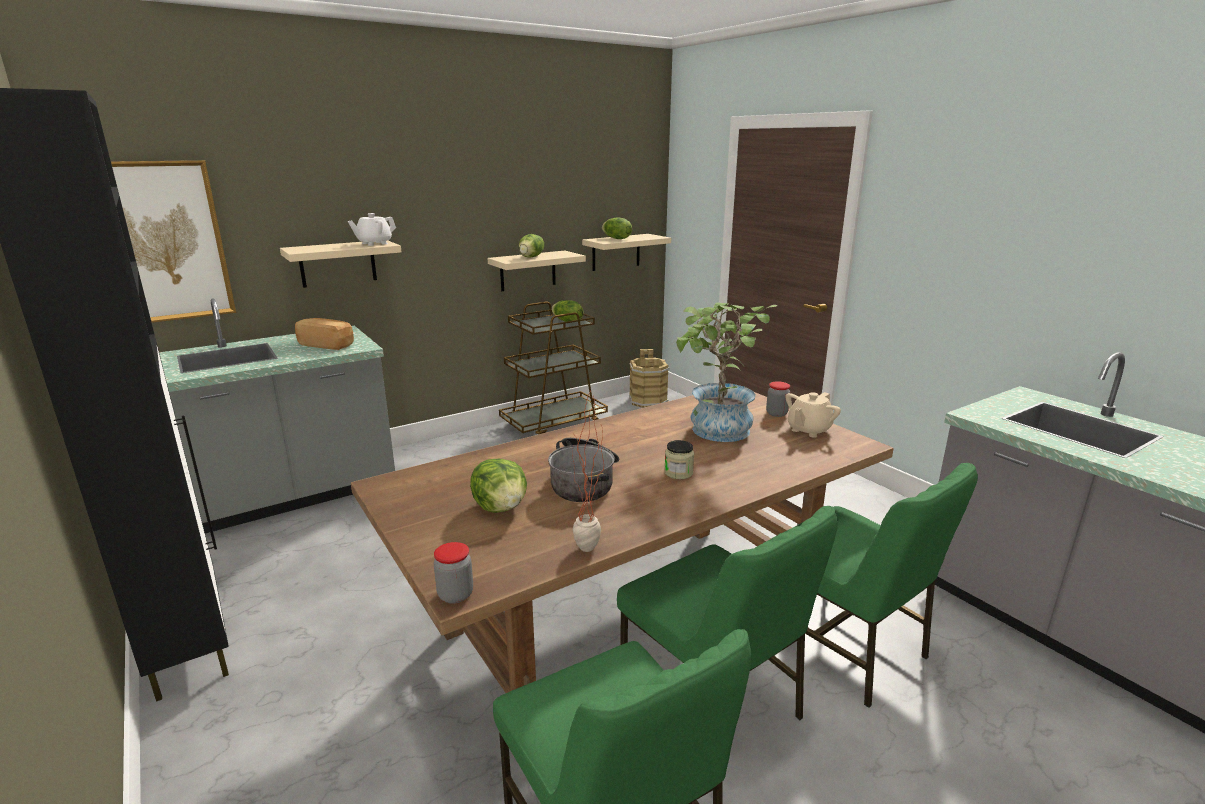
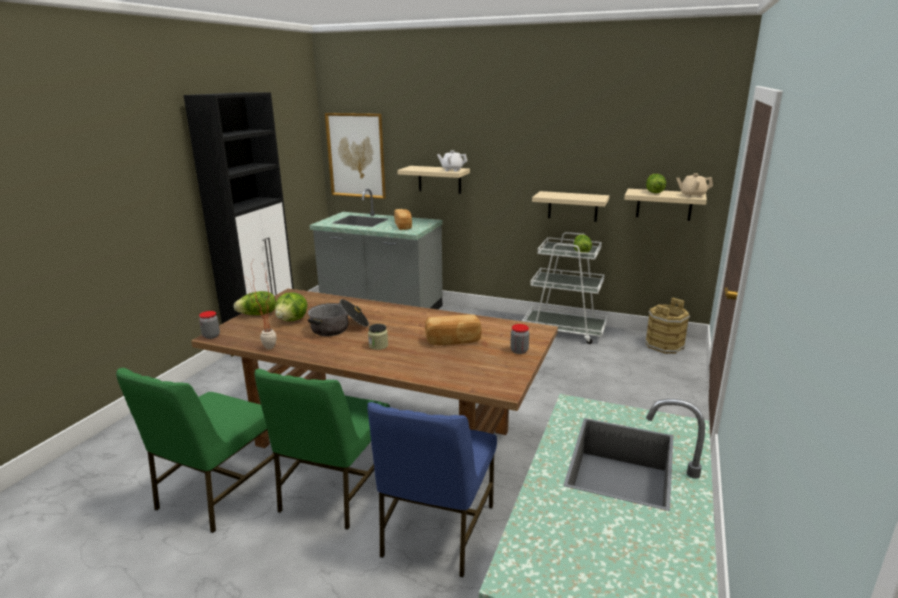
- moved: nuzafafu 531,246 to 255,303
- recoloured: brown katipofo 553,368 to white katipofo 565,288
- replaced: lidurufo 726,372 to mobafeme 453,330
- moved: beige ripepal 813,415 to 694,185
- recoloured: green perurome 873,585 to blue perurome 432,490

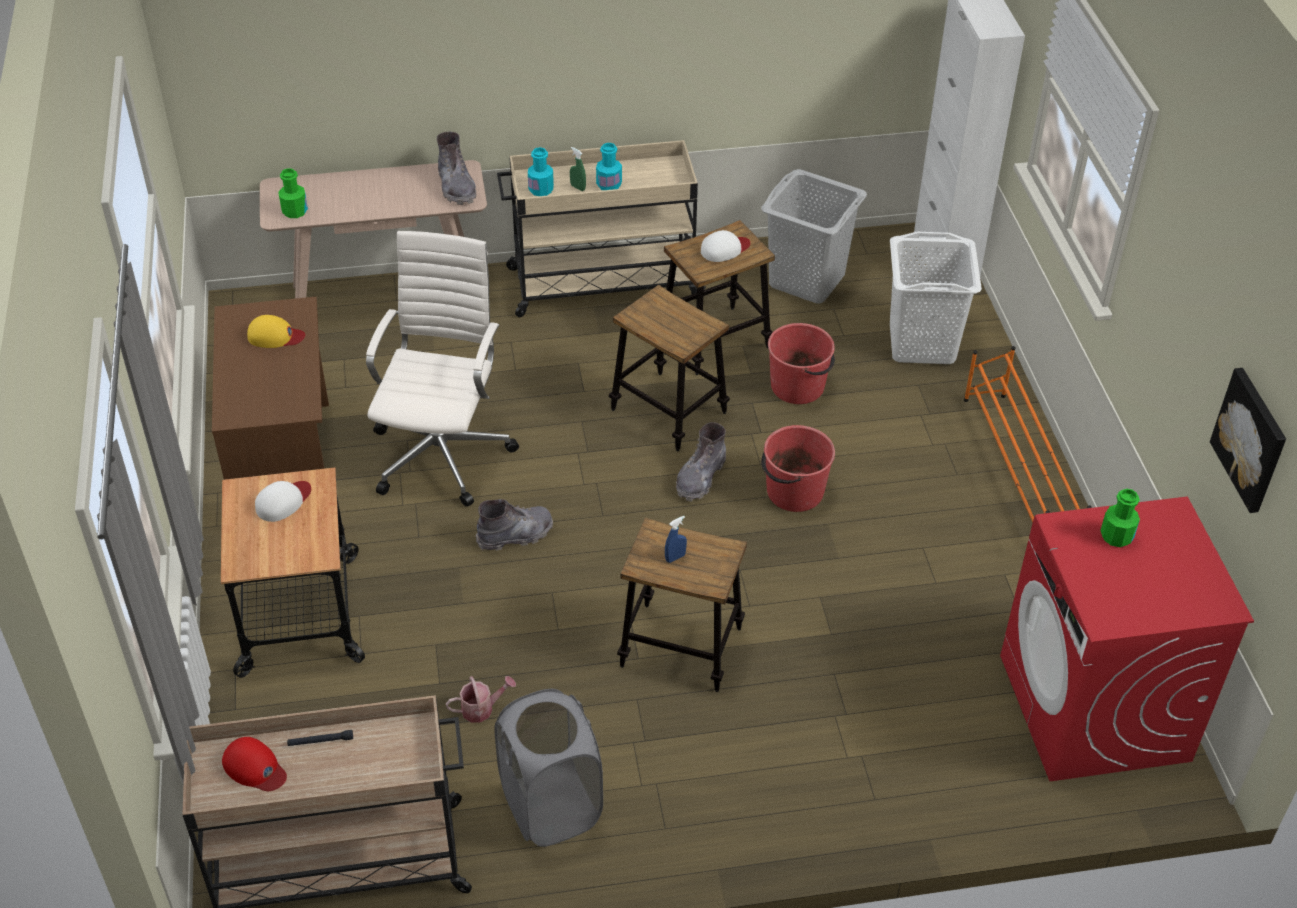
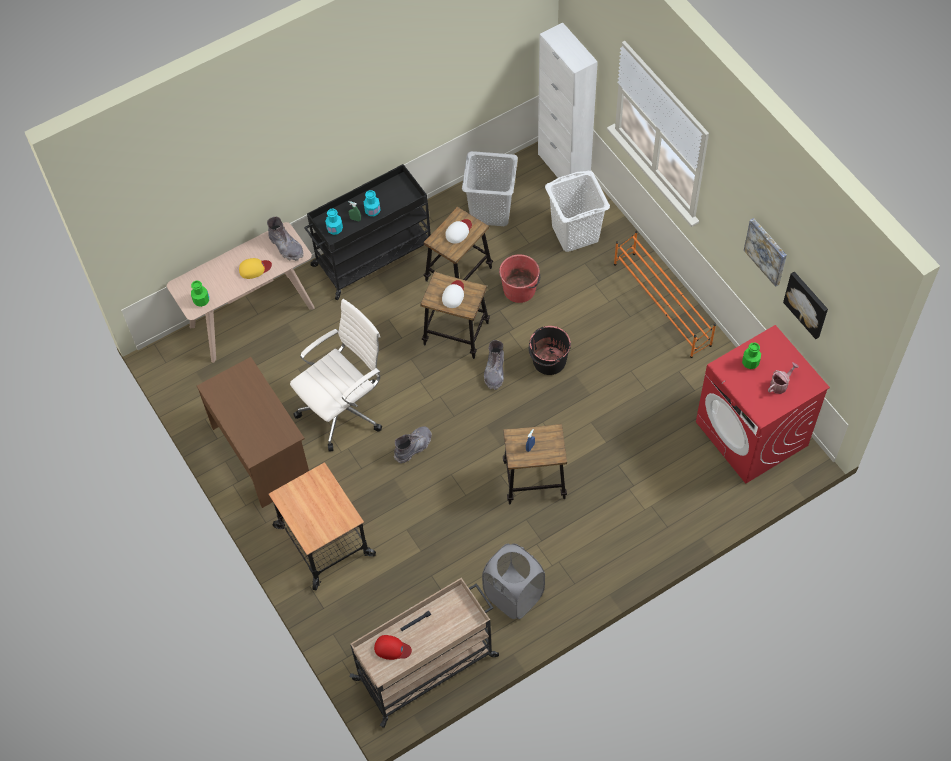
- recoloured: beige katipofo 601,228 to black katipofo 367,232
- turned: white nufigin 442,369 = 336,375 60 degrees clockwise
- moved: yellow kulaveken 276,331 to 255,268
- recoloured: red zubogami 798,468 to black zubogami 550,350
- moved: white kulaveken 283,501 to 453,294
- moved: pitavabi 481,699 to 783,378
- added: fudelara 765,252

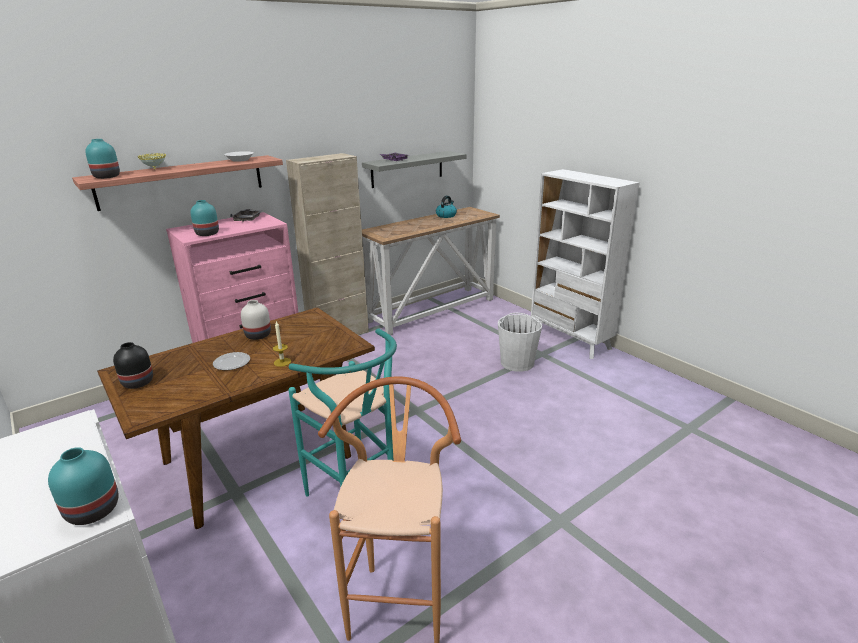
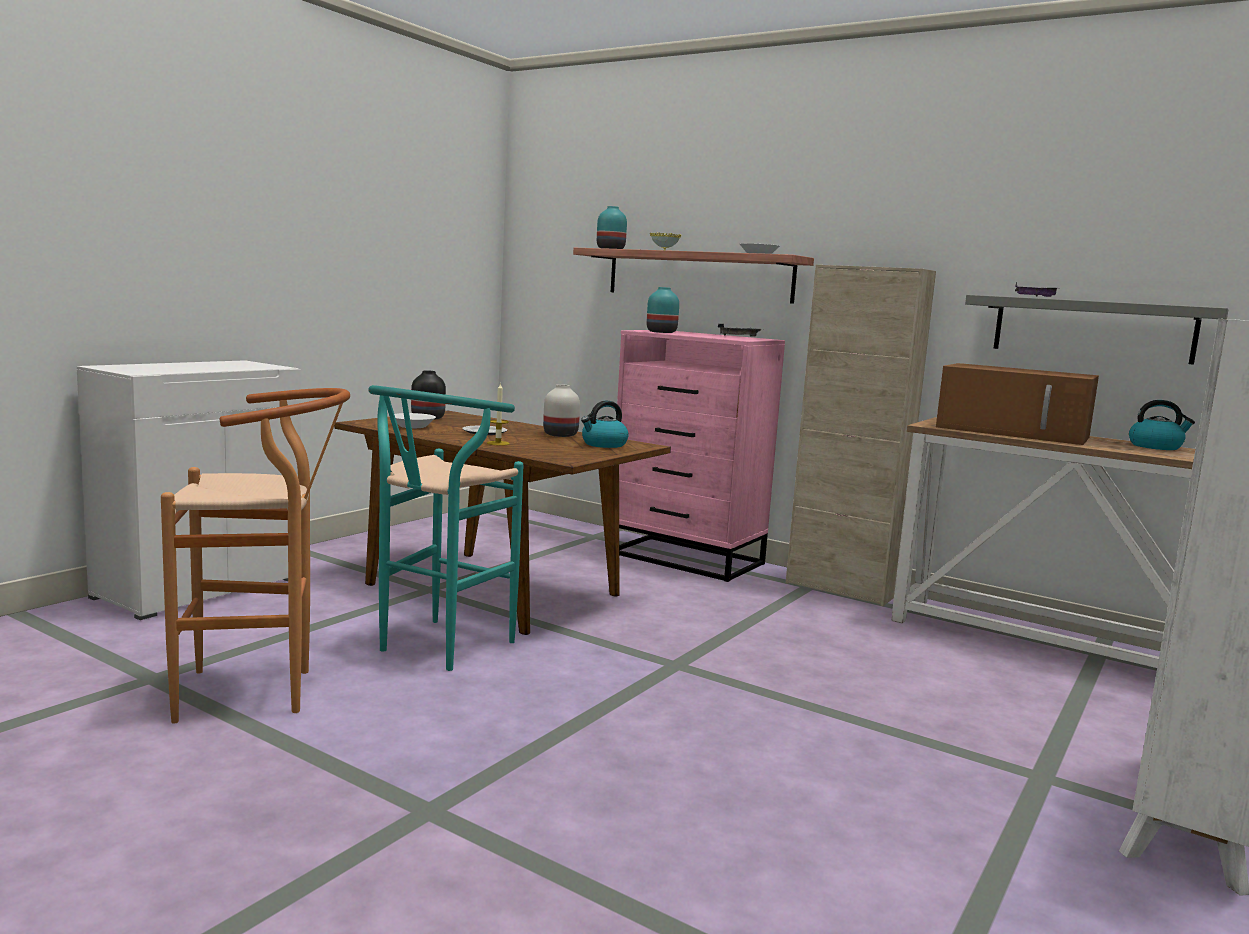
- removed: white zubogami 520,342
- removed: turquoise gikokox 83,486
- added: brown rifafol 1017,404
- added: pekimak 605,424
- added: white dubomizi 415,420

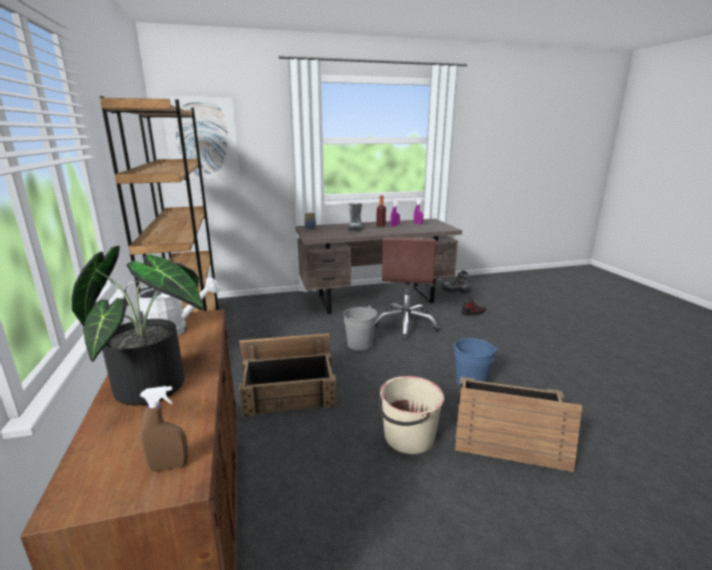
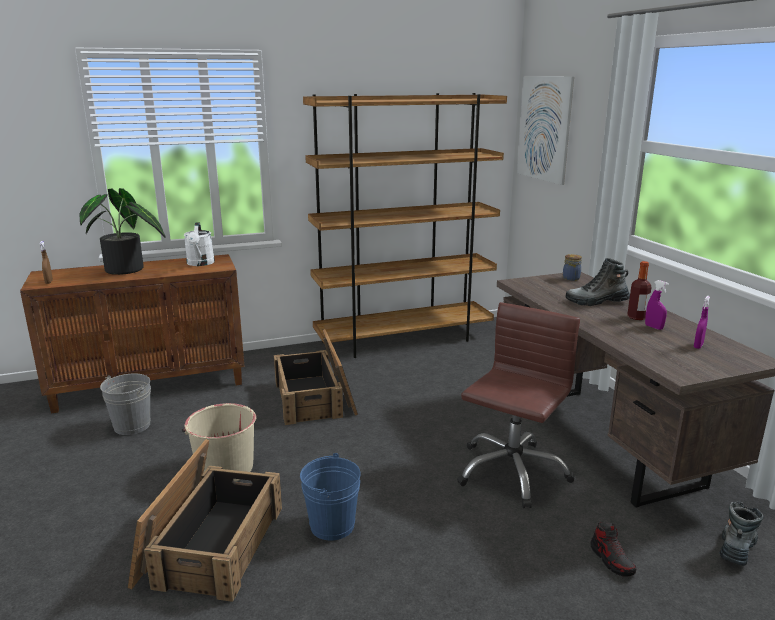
- turned: brown nufigin 407,288 = 518,405 120 degrees clockwise
- moved: grey zubogami 360,328 to 125,404

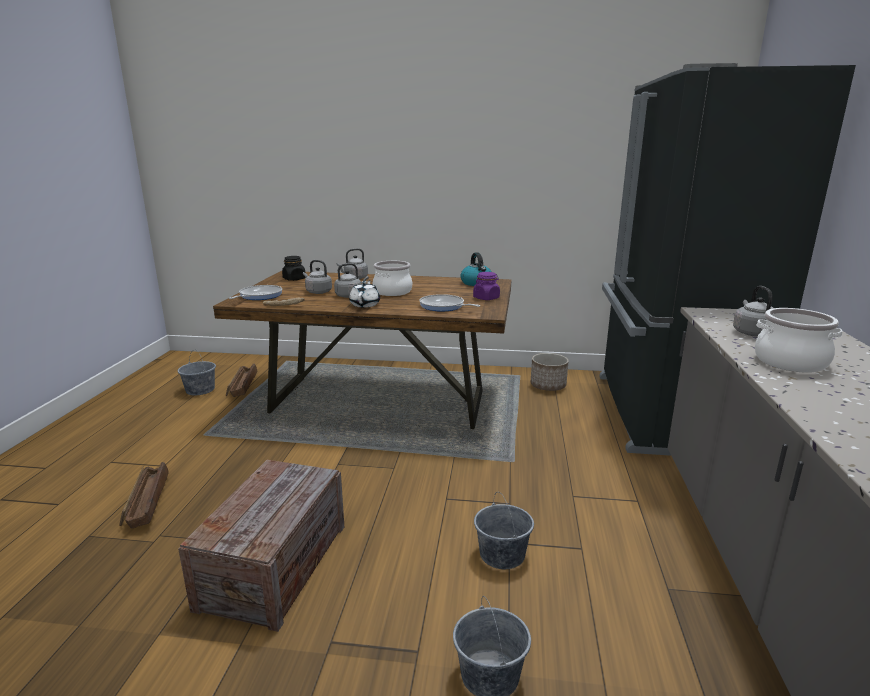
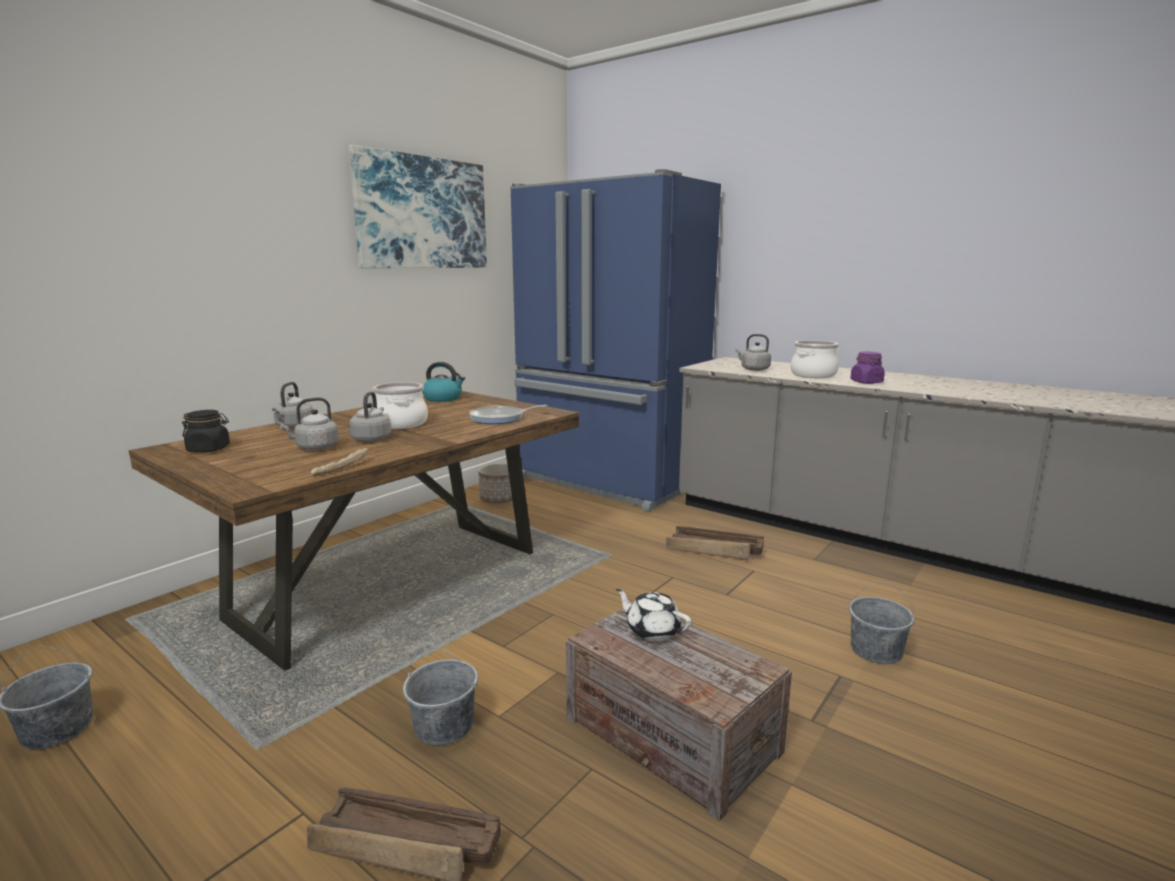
- recoloured: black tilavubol 727,259 to blue tilavubol 615,340
- moved: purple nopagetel 486,286 to 867,368
- moved: white ripepal 364,294 to 653,615
- removed: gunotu 255,292
- moved: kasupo 241,380 to 715,543
- moved: grey zubogami 504,530 to 440,697
- added: fudelara 417,206

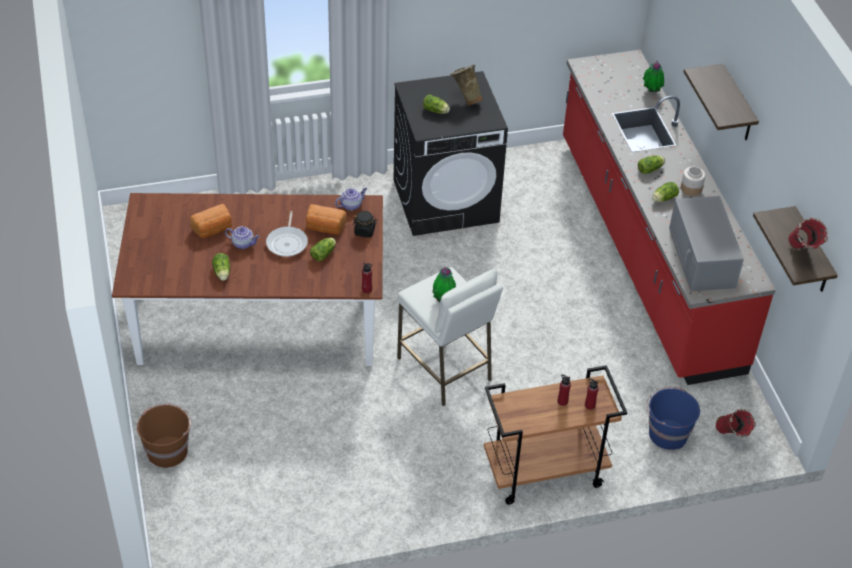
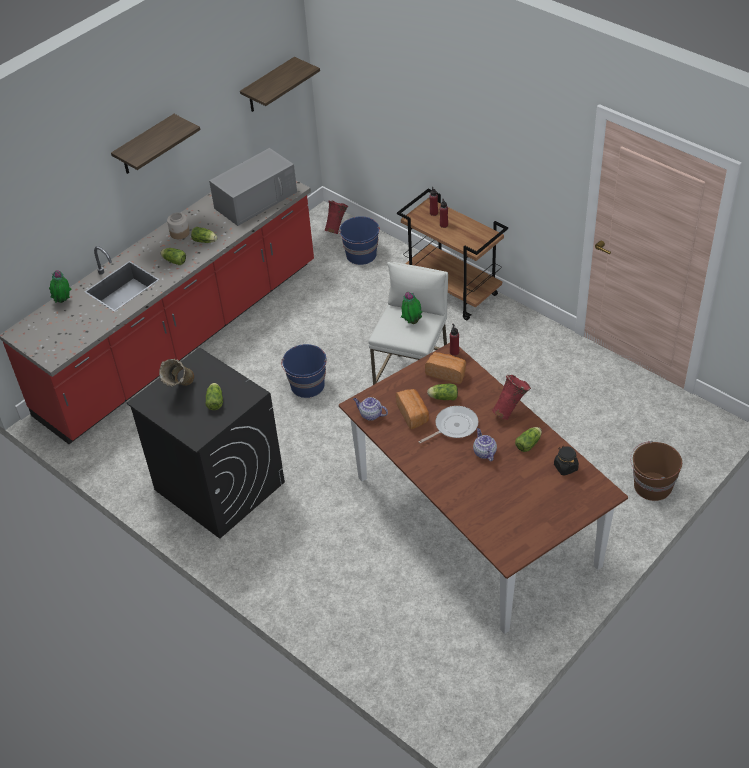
- moved: mobafeme 211,221 to 445,368
- moved: black nopagetel 365,224 to 566,461
- moved: red gikokox 808,233 to 511,397
- added: blue zubogami 304,371

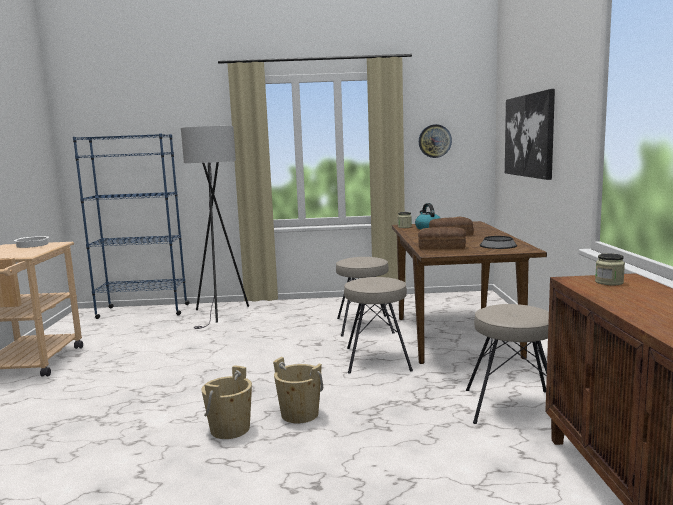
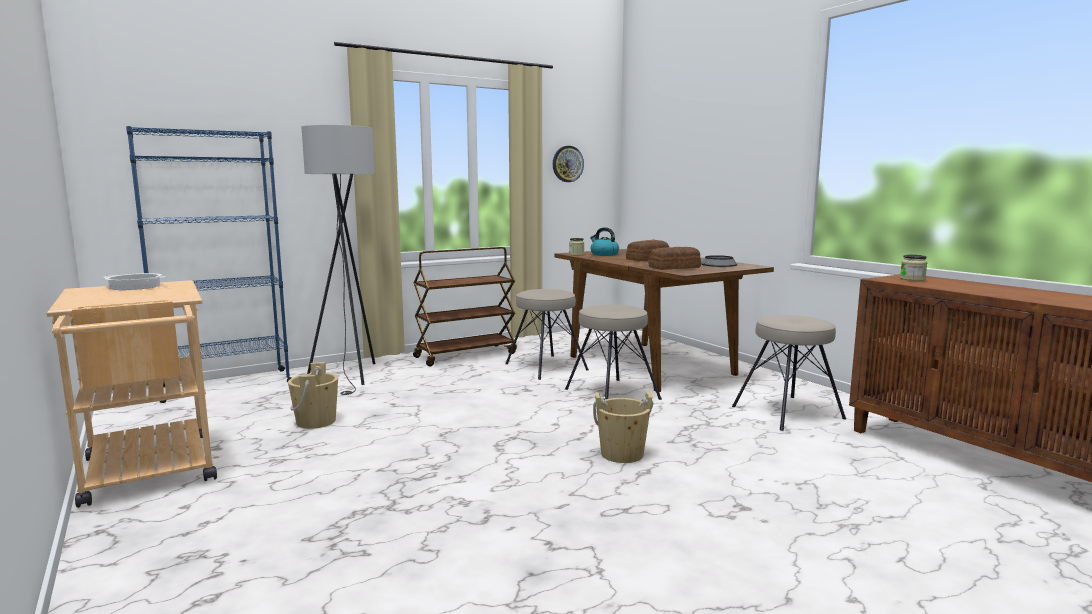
- removed: fudelara 530,134
- moved: beige zubogami 226,402 to 313,395
- added: brown katipofo 465,306

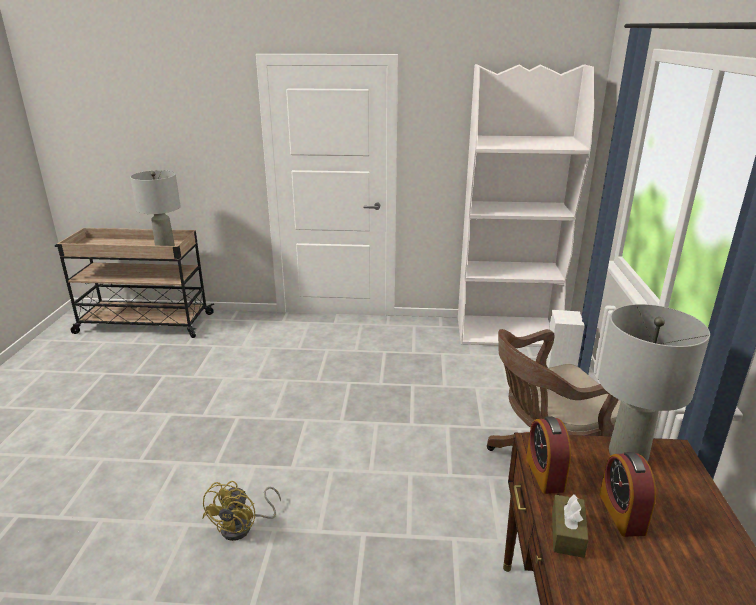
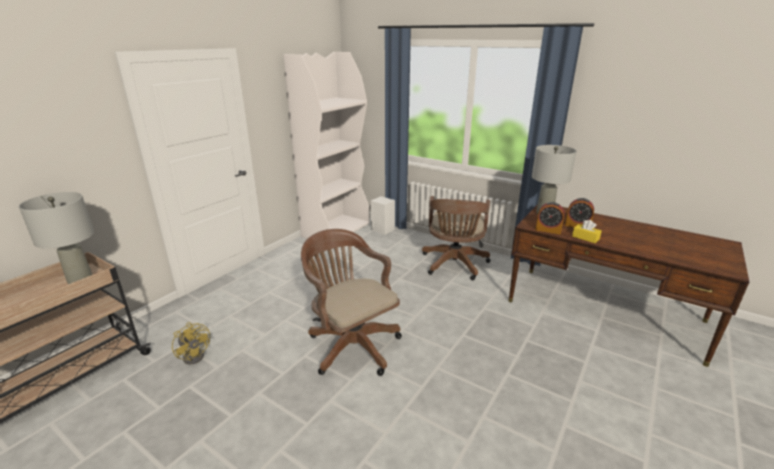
- moved: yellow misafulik 241,511 to 191,343
- recoloured: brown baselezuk 570,526 to yellow baselezuk 587,231
- added: brown nufigin 351,302

